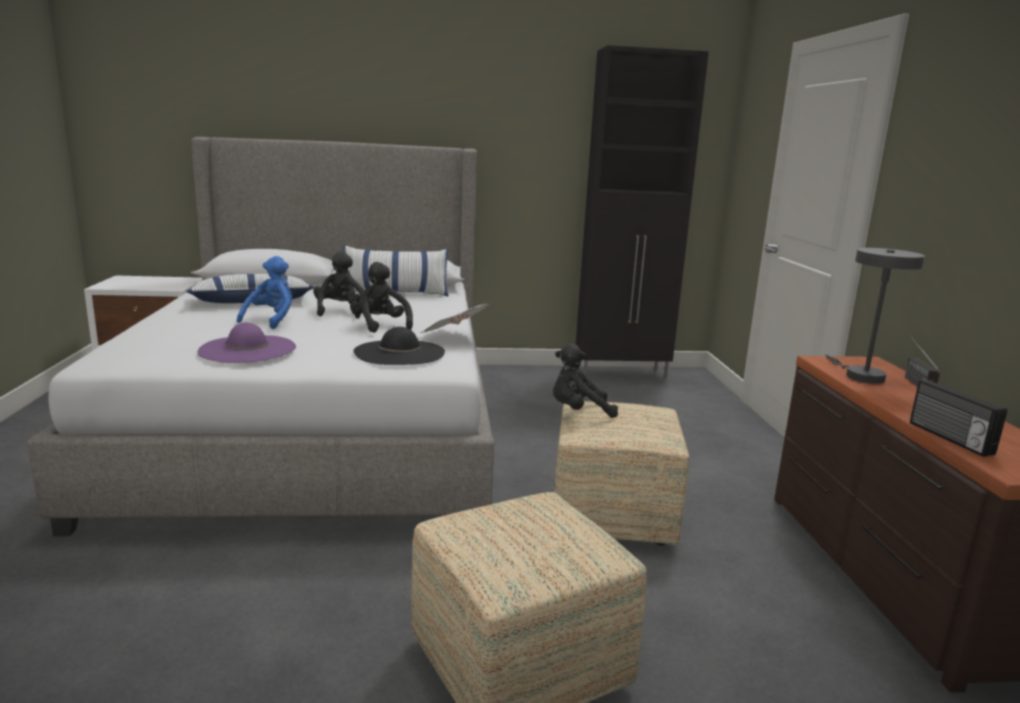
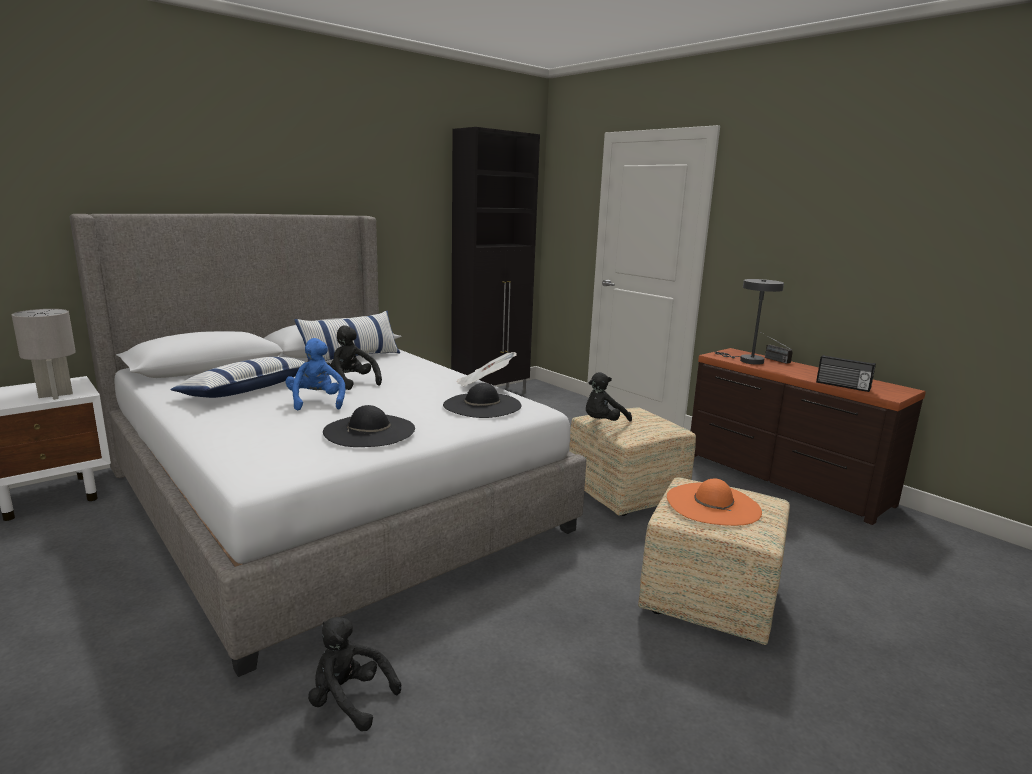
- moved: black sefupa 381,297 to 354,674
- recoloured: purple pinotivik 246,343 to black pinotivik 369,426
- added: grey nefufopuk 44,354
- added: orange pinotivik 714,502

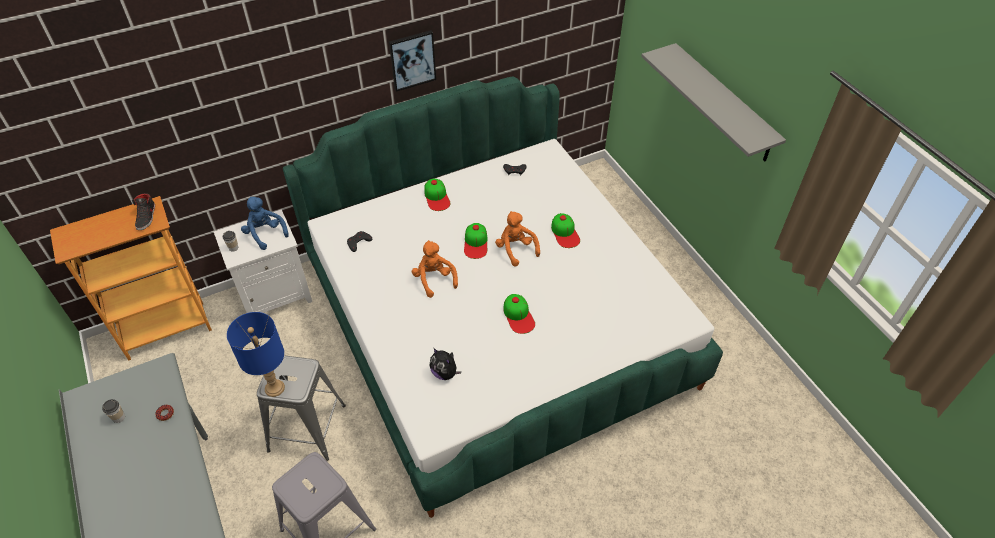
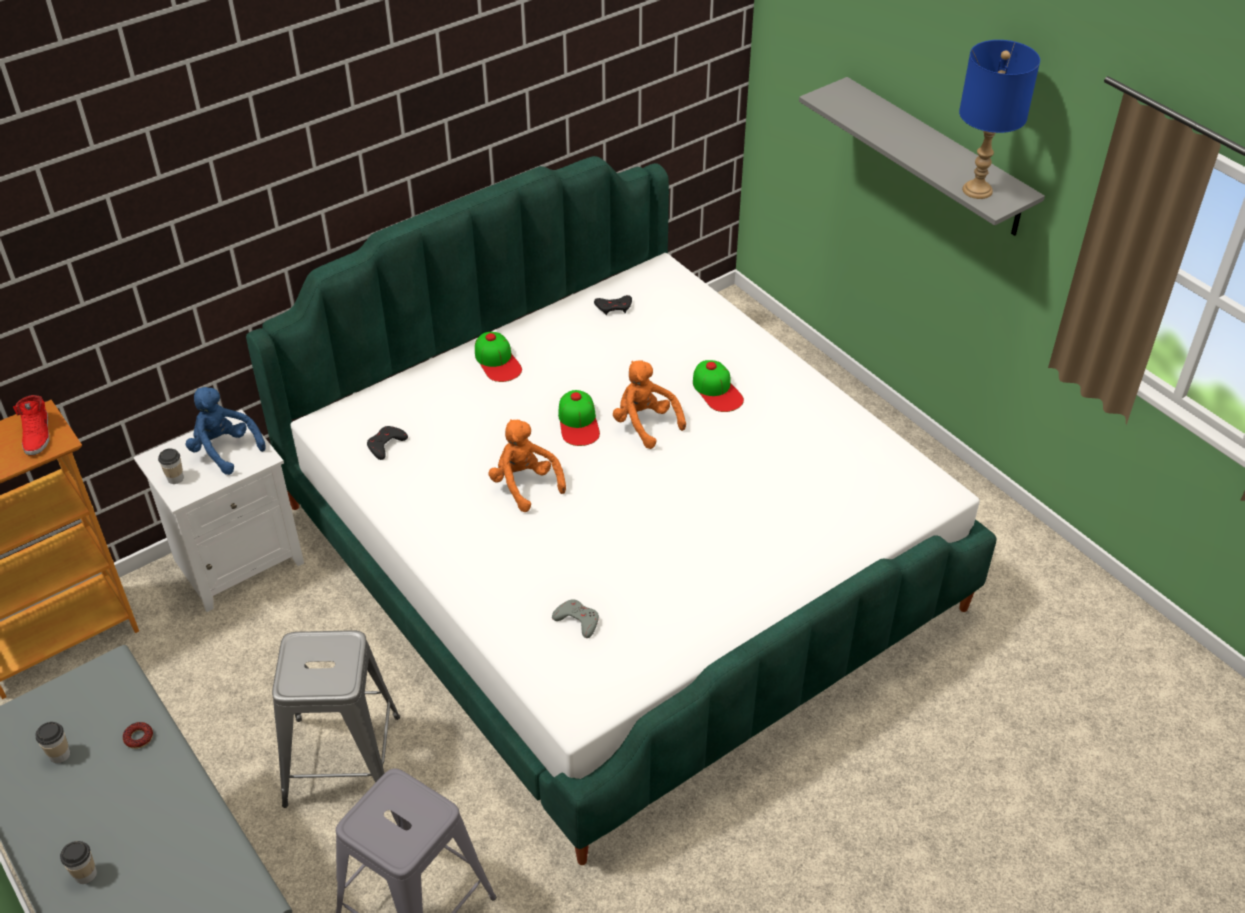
- removed: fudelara 412,61
- recoloured: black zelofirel 143,211 to red zelofirel 31,425
- removed: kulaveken 519,314
- moved: blue nefufopuk 256,354 to 999,119
- replaced: sefupa 445,364 to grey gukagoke 575,618
- added: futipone 78,862

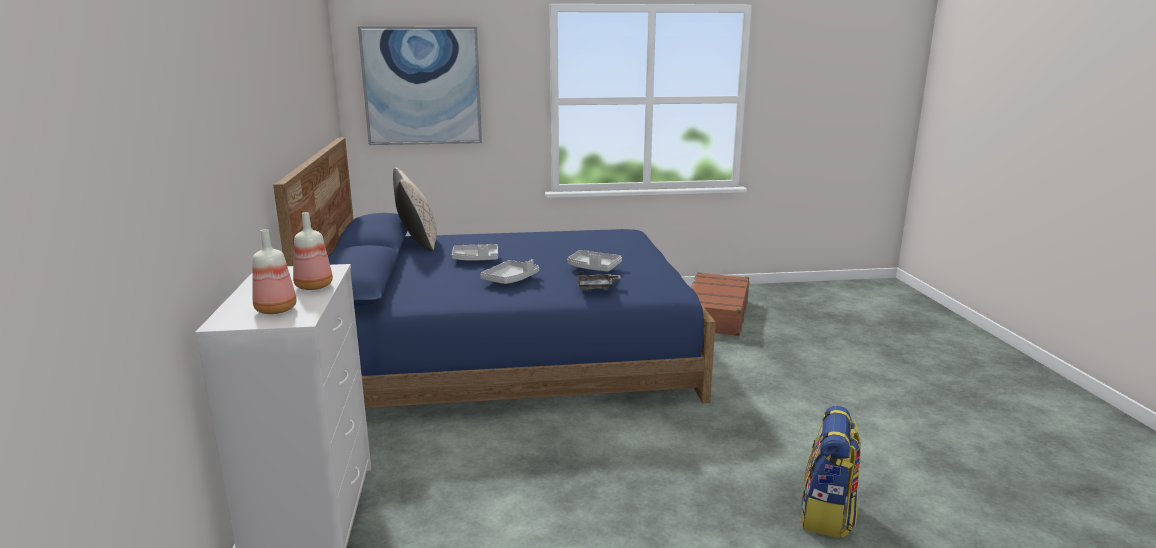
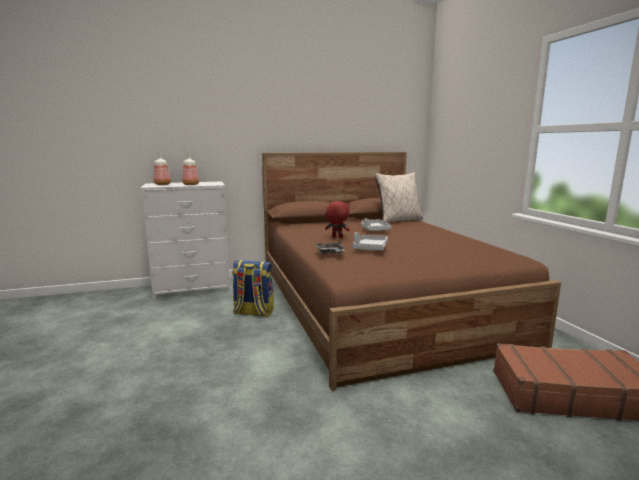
- removed: fudelara 420,86
- recoloured: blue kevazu 494,273 to brown kevazu 411,271
- replaced: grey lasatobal 509,271 to red sefupa 337,219
- moved: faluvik 831,472 to 253,288

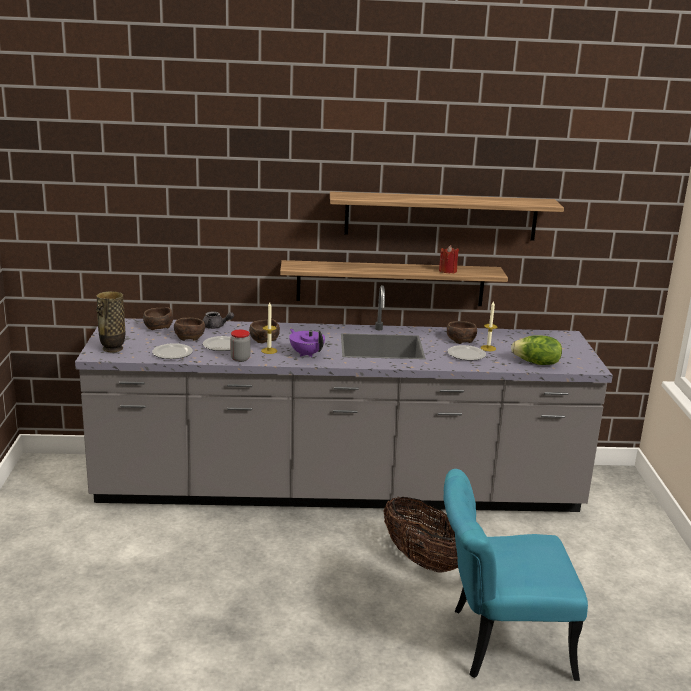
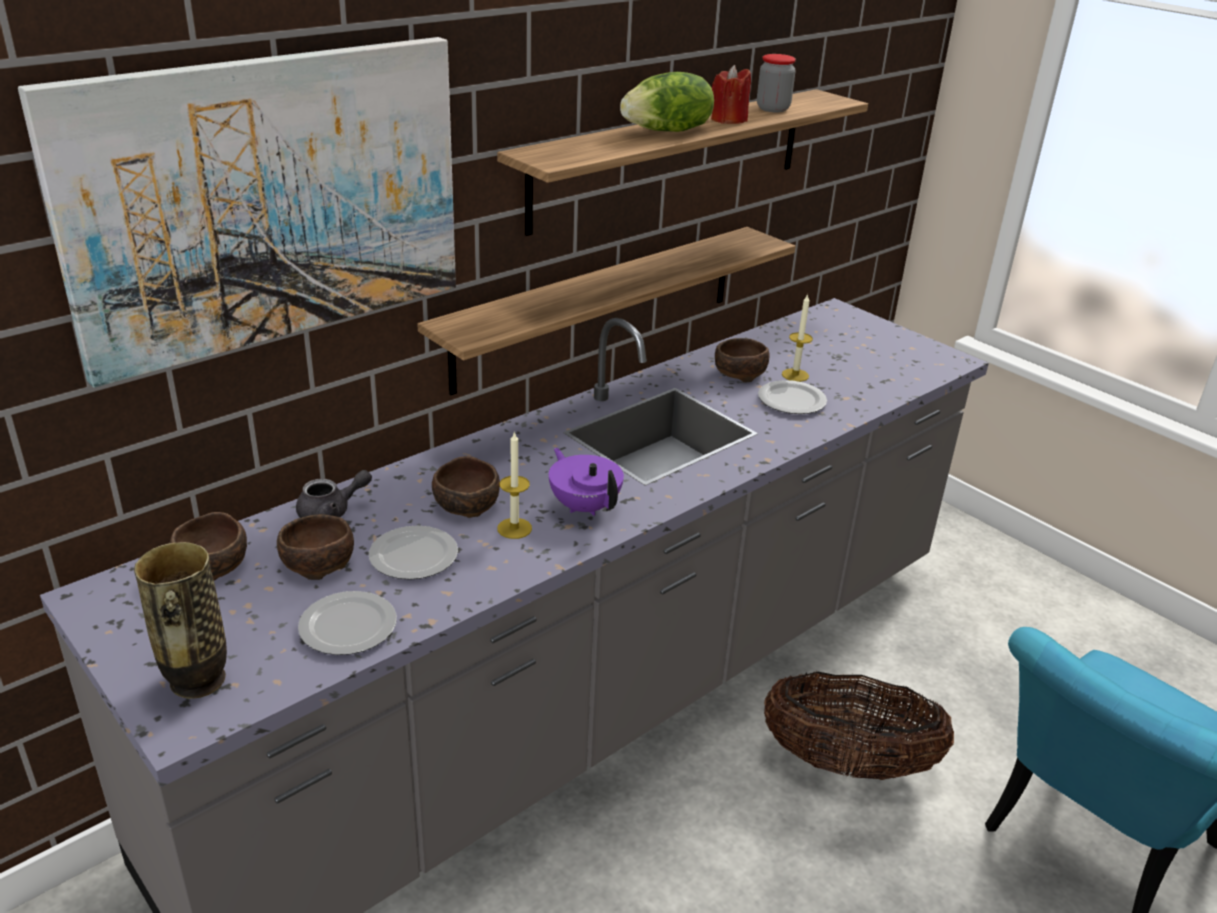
- moved: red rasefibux 449,259 to 731,94
- turned: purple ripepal 307,343 = 586,482 45 degrees clockwise
- moved: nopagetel 240,346 to 776,83
- moved: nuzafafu 536,350 to 667,102
- added: fudelara 237,212

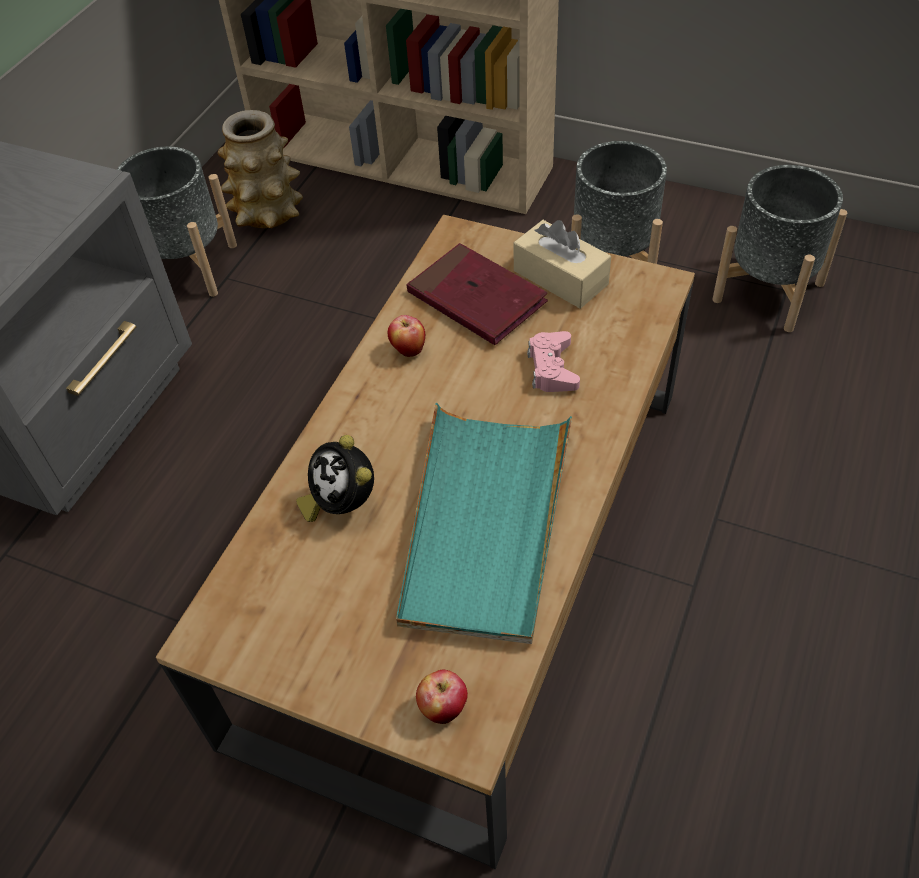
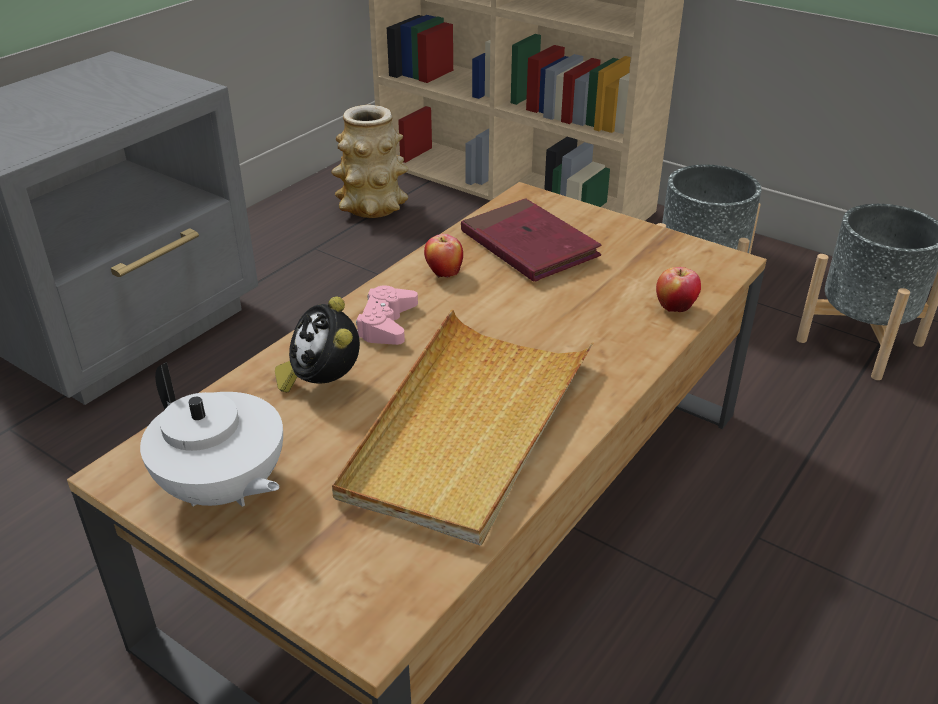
- removed: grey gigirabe 177,222
- removed: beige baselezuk 562,264
- moved: pink gukagoke 553,361 to 387,315
- recoloured: turquoise lasatobal 484,523 to beige lasatobal 462,428
- moved: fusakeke 442,697 to 678,289
- added: white ripepal 211,434

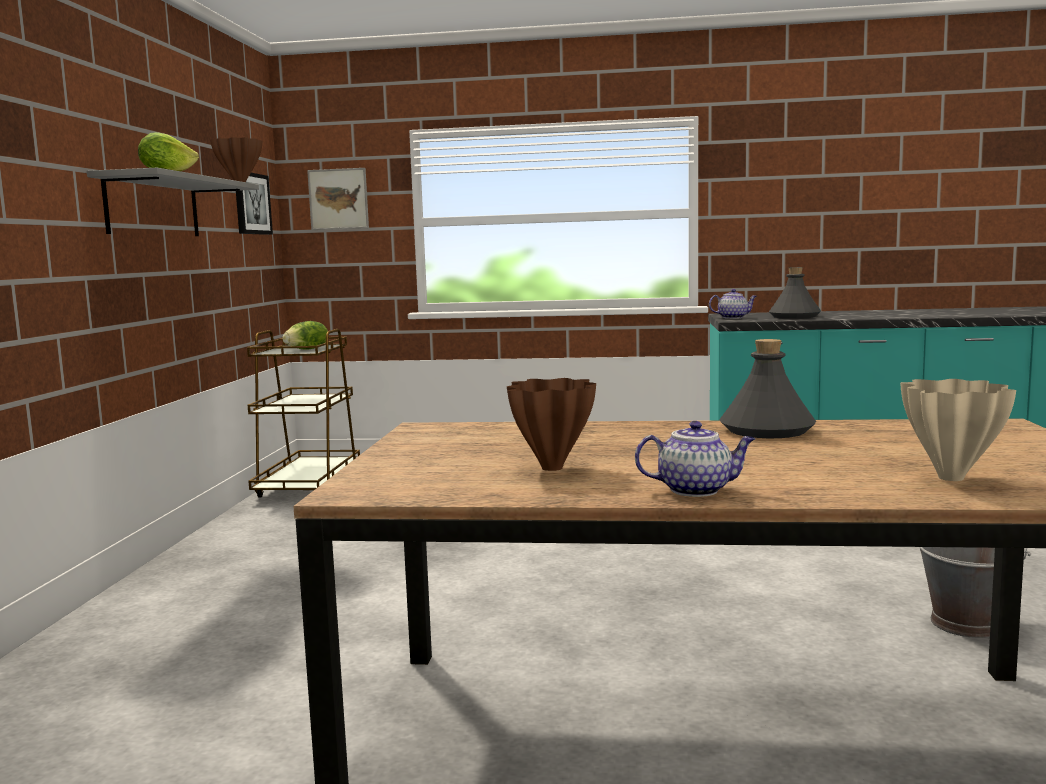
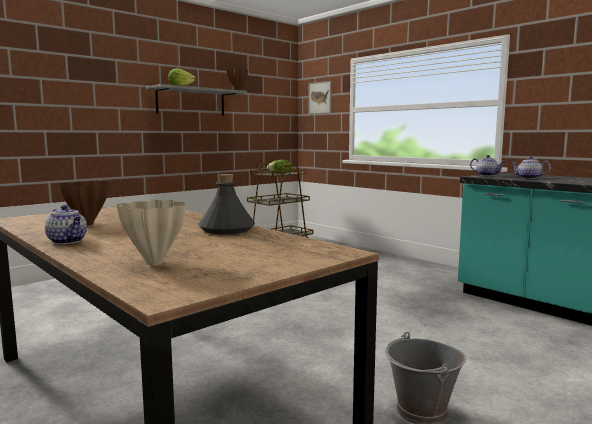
- removed: fudelara 254,204
- replaced: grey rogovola 795,293 to ripepal 531,167

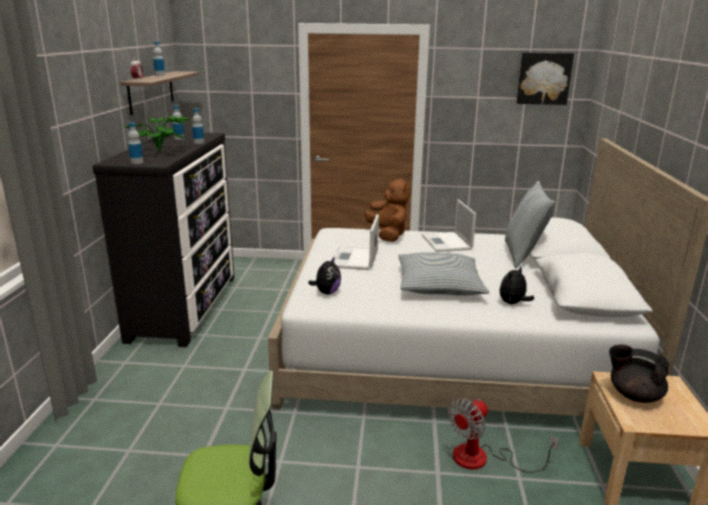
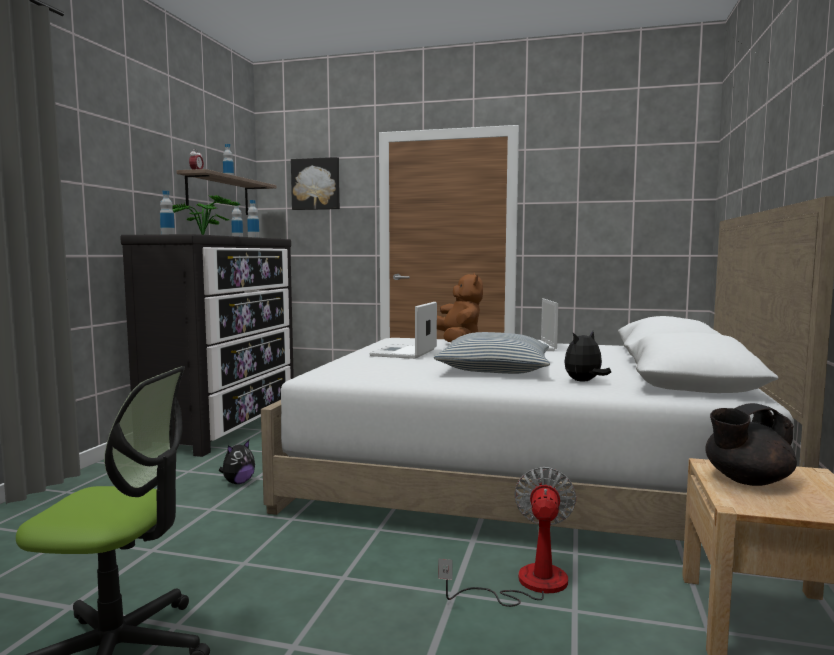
- moved: fudelara 545,78 to 315,183
- removed: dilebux 530,225
- moved: sefupa 324,275 to 237,462
- turned: black ripepal 639,374 = 751,444 60 degrees counterclockwise
- turned: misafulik 503,435 = 507,537 135 degrees clockwise

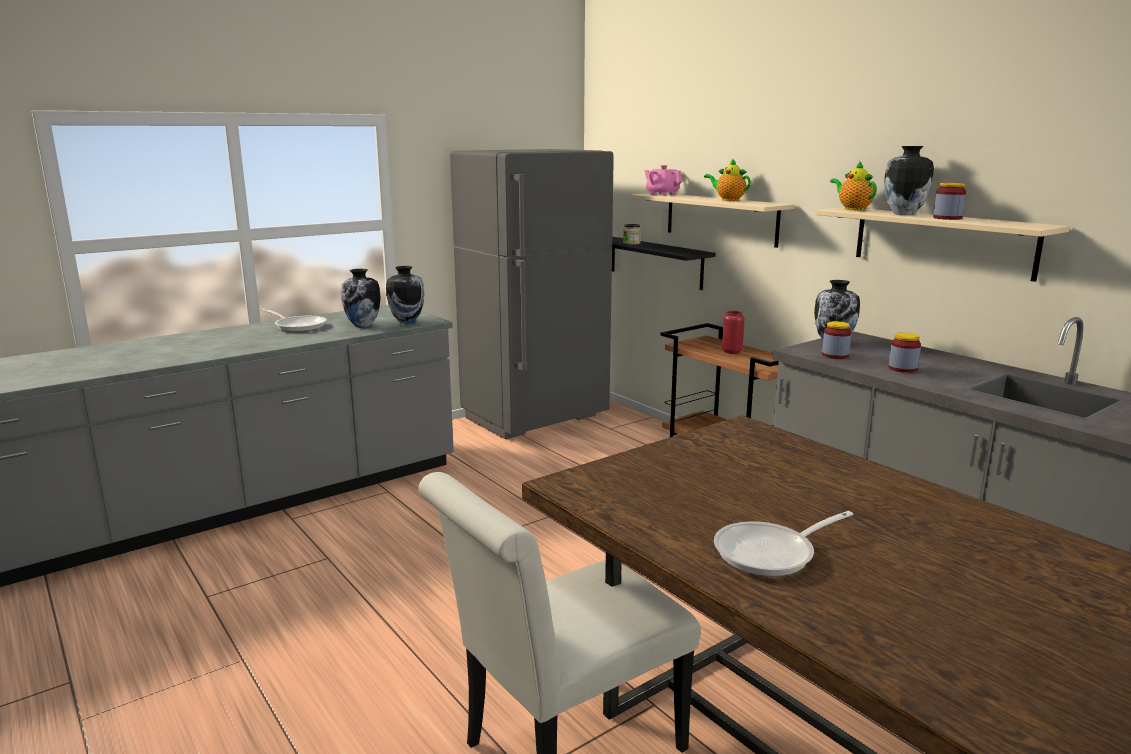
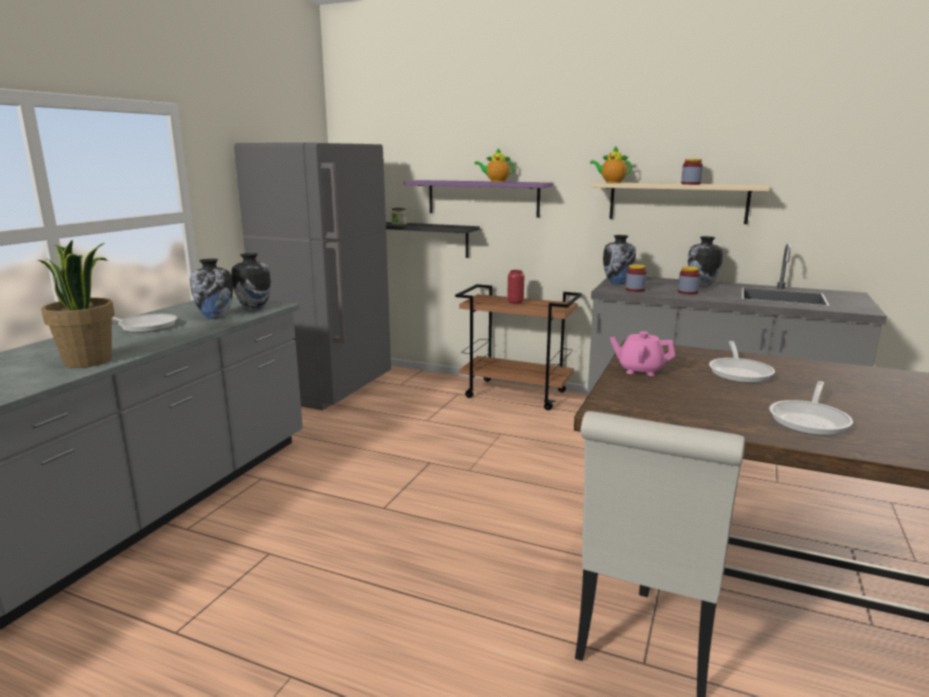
- moved: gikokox 909,180 to 705,261
- moved: pink ripepal 663,180 to 642,353
- recoloured: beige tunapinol 713,220 to purple tunapinol 478,198
- added: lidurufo 76,304
- added: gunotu 742,362

